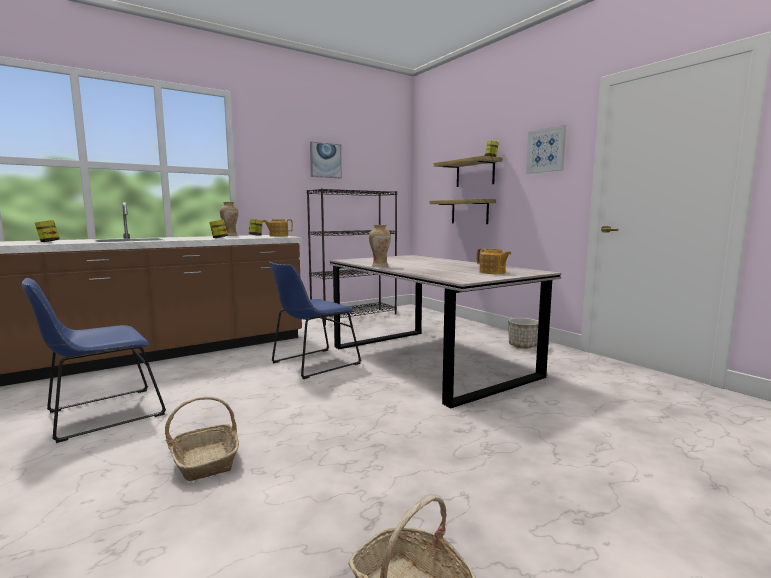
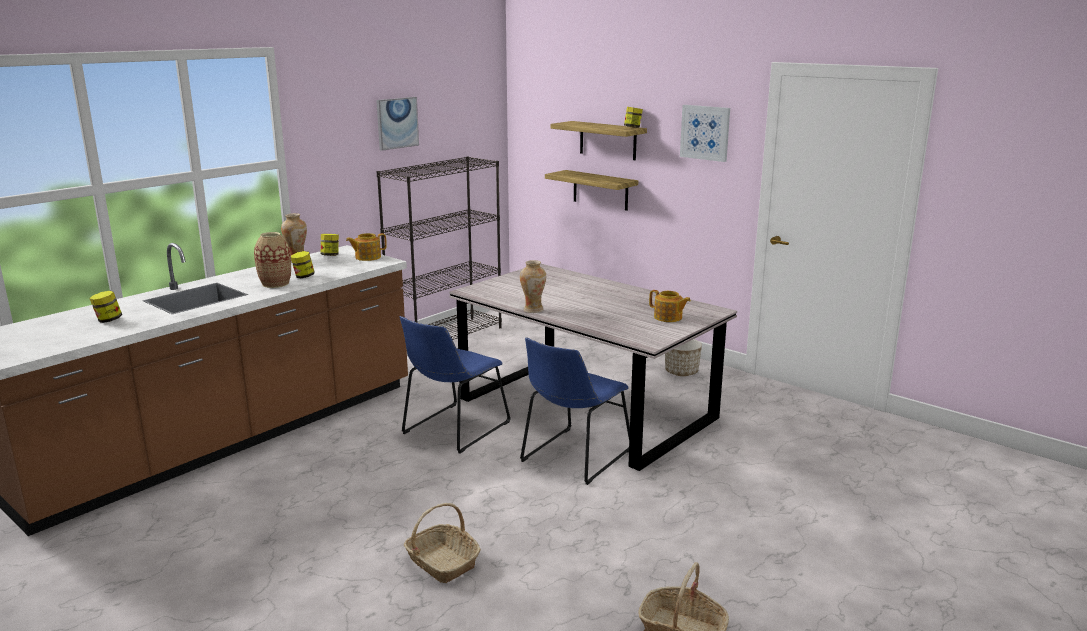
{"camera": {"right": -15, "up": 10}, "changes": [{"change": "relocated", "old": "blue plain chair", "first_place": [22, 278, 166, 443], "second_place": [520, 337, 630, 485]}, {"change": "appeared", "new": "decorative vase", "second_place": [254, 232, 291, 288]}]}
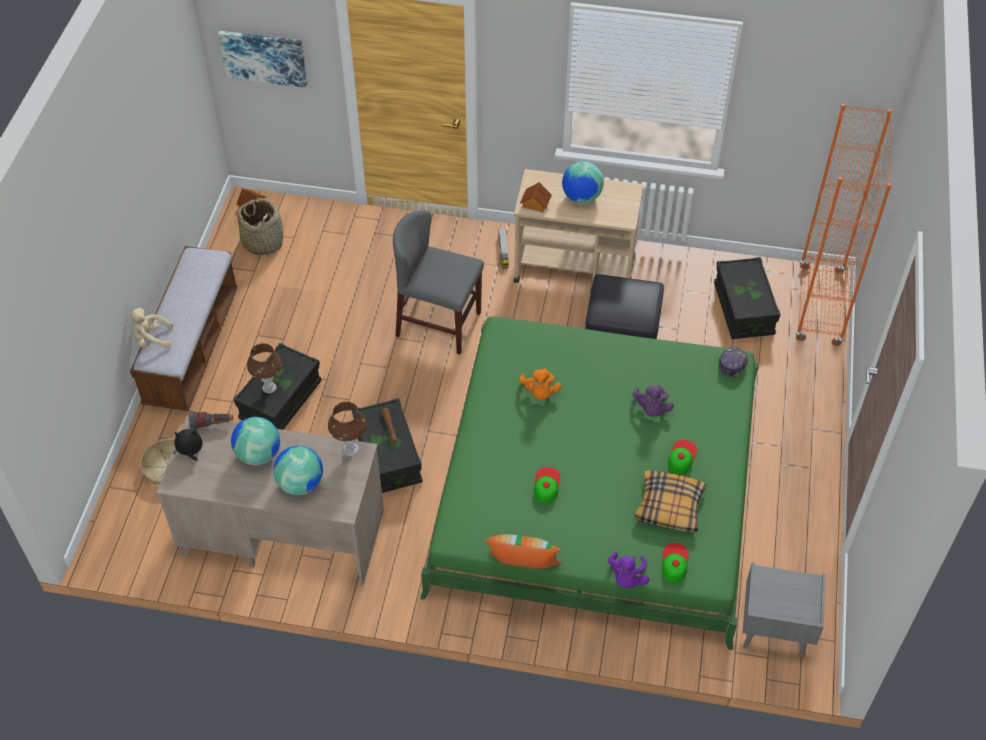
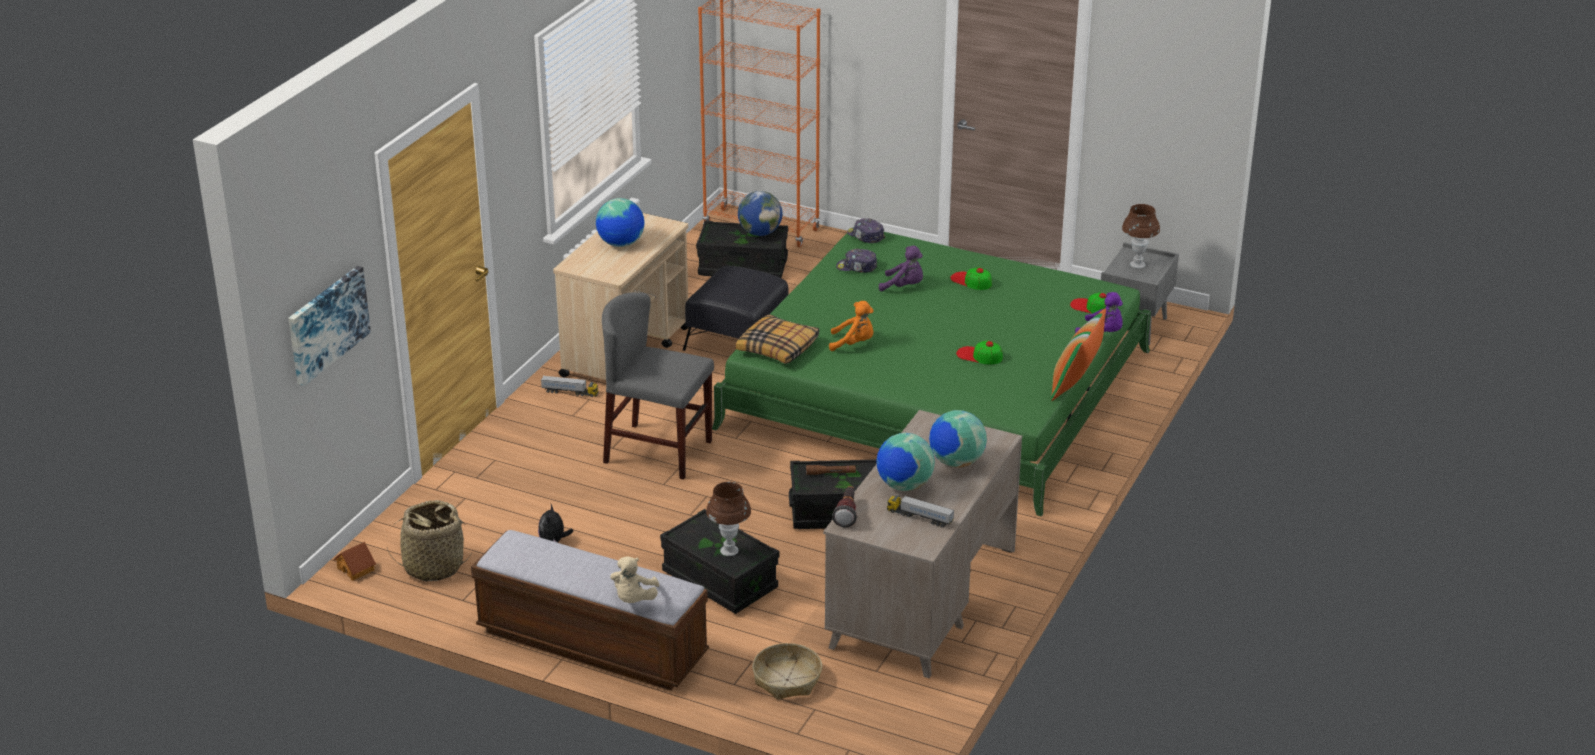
{"camera": {"right": -75, "up": -20}, "changes": [{"change": "relocated", "old": "soft toy", "first_place": [173, 429, 203, 461], "second_place": [538, 504, 574, 543]}, {"change": "relocated", "old": "brown-coloured lamp for a table", "first_place": [328, 402, 367, 456], "second_place": [1122, 204, 1160, 269]}, {"change": "spun", "old": "gray plain chair", "first_place": [393, 210, 484, 354], "second_place": [602, 292, 714, 480], "degrees": 75}, {"change": "missing", "old": "model house", "first_place": [520, 182, 552, 213]}, {"change": "relocated", "old": "cushion", "first_place": [634, 470, 707, 532], "second_place": [736, 314, 819, 364]}, {"change": "appeared", "new": "desk globe", "second_place": [738, 191, 782, 236]}, {"change": "appeared", "new": "baseball cap", "second_place": [836, 248, 877, 273]}, {"change": "appeared", "new": "toy lorry", "second_place": [887, 495, 954, 528]}]}
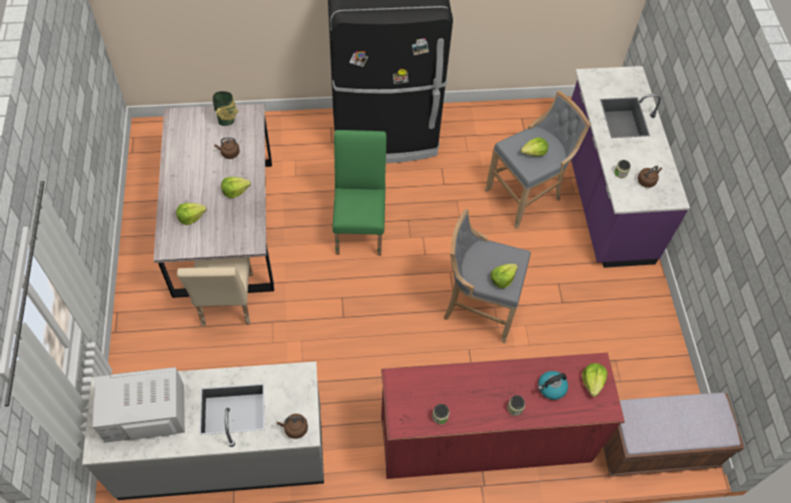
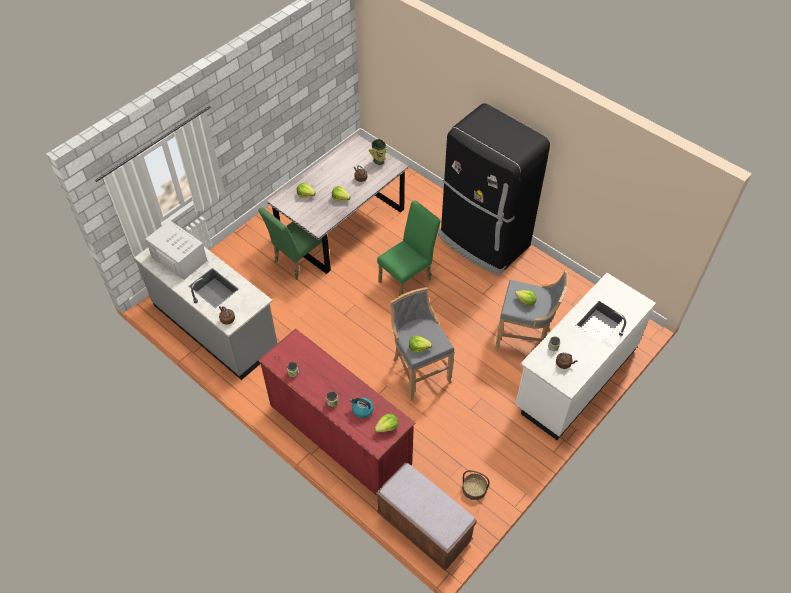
{"camera": {"right": 50, "up": -5}, "changes": [{"change": "colour", "old": "sand-coloured plain chair", "new": "greenish plain chair", "first_place": [177, 257, 253, 326], "second_place": [258, 207, 324, 280]}, {"change": "colour", "old": "purple-coloured counter", "new": "whitish counter", "first_place": [571, 66, 690, 268], "second_place": [515, 273, 656, 440]}, {"change": "appeared", "new": "basket", "second_place": [462, 470, 489, 500]}]}
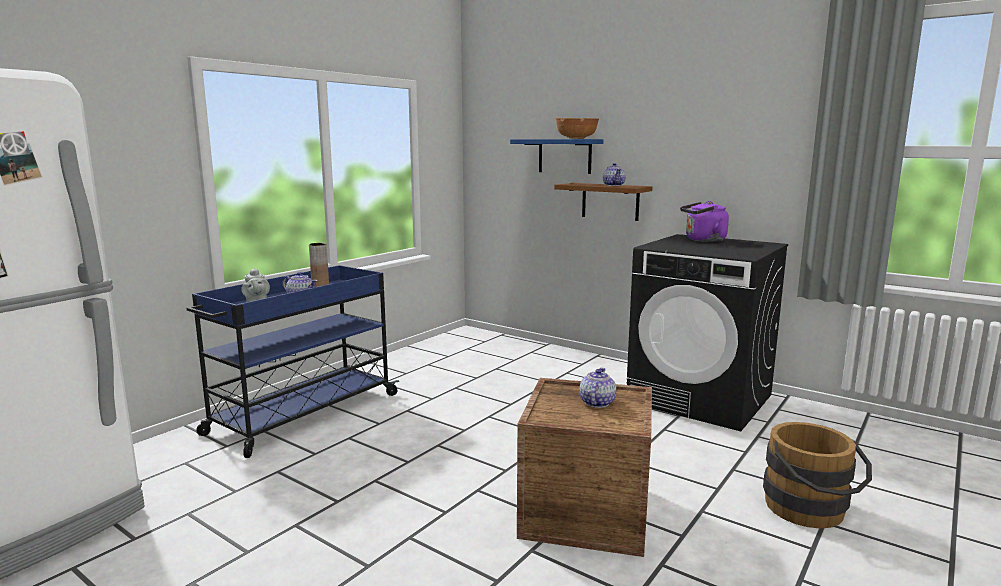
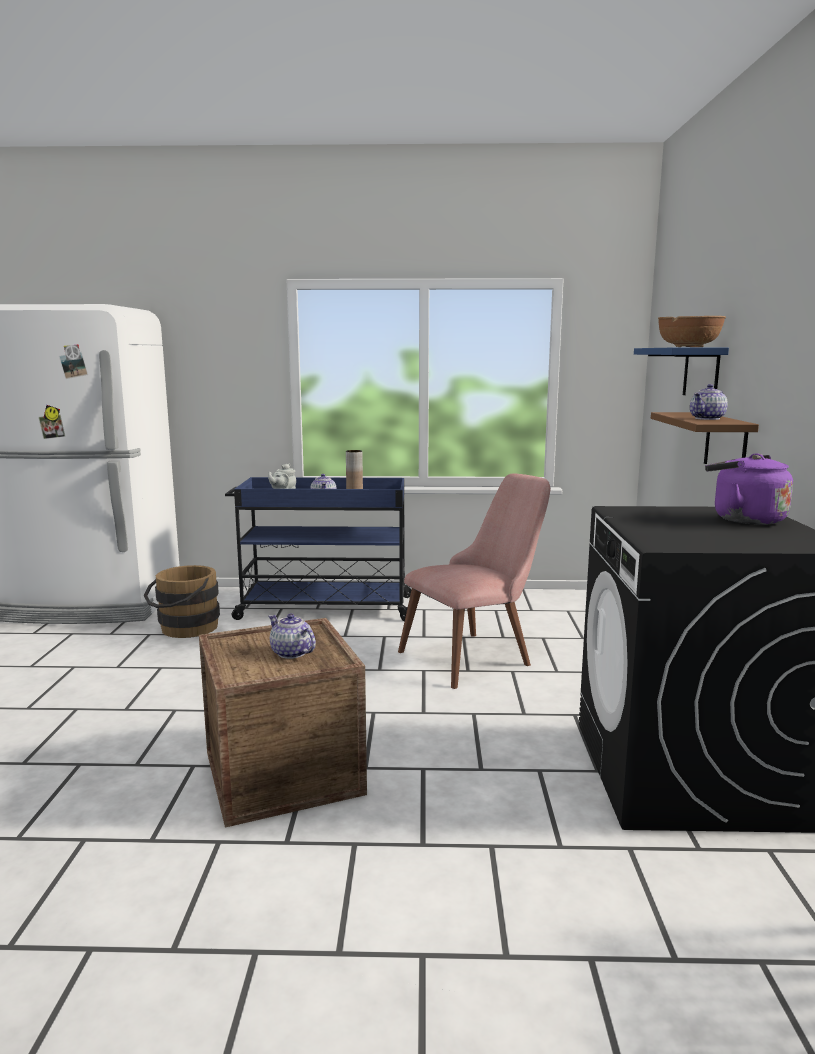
{"camera": {"right": 55, "up": 0}, "changes": [{"change": "spun", "old": "pot for tea", "first_place": [579, 368, 616, 408], "second_place": [269, 613, 316, 659], "degrees": -120}, {"change": "relocated", "old": "brown-coloured pail", "first_place": [763, 422, 872, 528], "second_place": [144, 565, 220, 638]}, {"change": "appeared", "new": "pink-coloured plain chair", "second_place": [398, 473, 550, 689]}]}
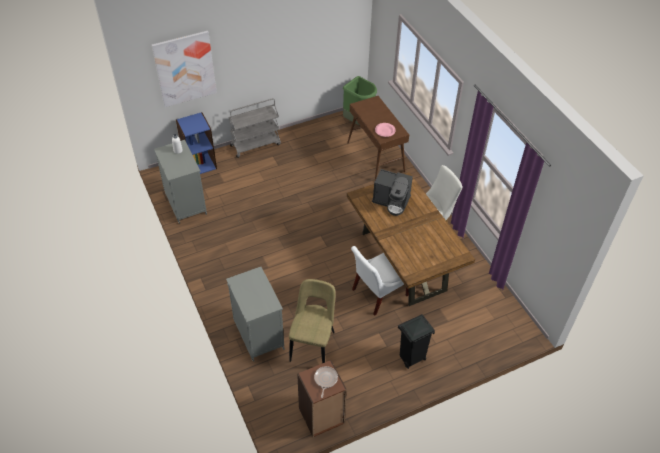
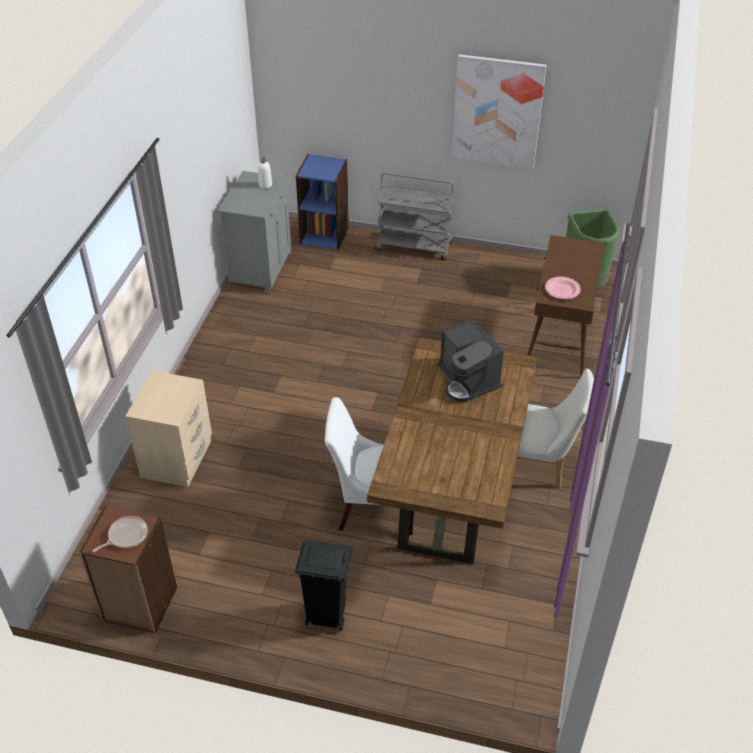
{"camera": {"right": 40, "up": -5}, "changes": [{"change": "relocated", "old": "picture", "first_place": [152, 31, 217, 107], "second_place": [452, 54, 546, 169]}, {"change": "exchanged", "old": "gray storage cabinet", "new": "sand-coloured night table", "first_place": [226, 267, 285, 362], "second_place": [125, 370, 212, 487]}, {"change": "missing", "old": "sand-coloured plain chair", "first_place": [289, 279, 336, 363]}]}
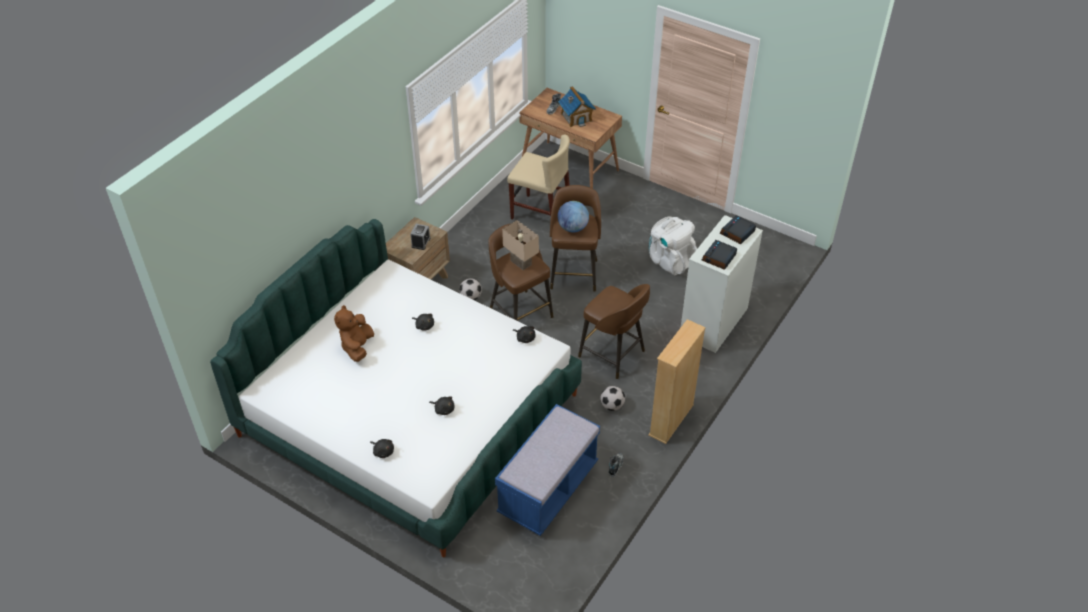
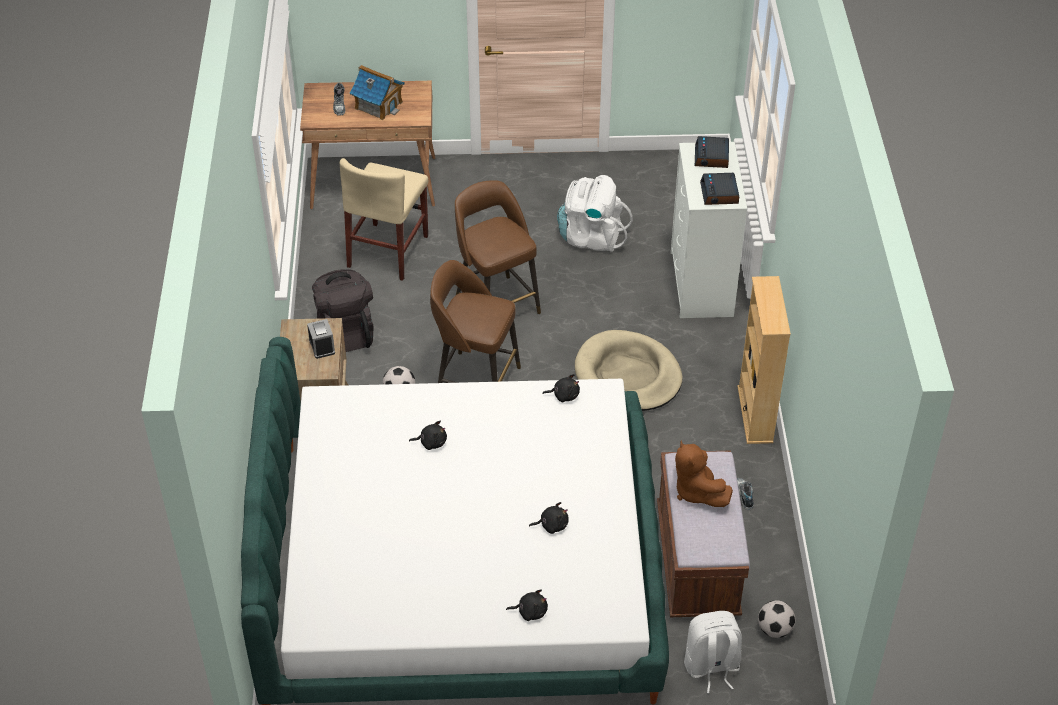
{"camera": {"right": -35, "up": 0}, "changes": [{"change": "relocated", "old": "brown-coloured soft toy", "first_place": [334, 305, 374, 362], "second_place": [675, 441, 733, 507]}, {"change": "colour", "old": "blue bench", "new": "brown-coloured bench", "first_place": [495, 404, 600, 536], "second_place": [657, 450, 750, 617]}, {"change": "missing", "old": "sand-coloured lamp for a table", "first_place": [502, 220, 539, 270]}, {"change": "spun", "old": "sand-coloured plain chair", "first_place": [507, 135, 570, 220], "second_place": [340, 158, 428, 281], "degrees": 120}, {"change": "missing", "old": "desk globe", "first_place": [558, 201, 589, 233]}, {"change": "exchanged", "old": "brown-coloured stool", "new": "sand-coloured dog bed", "first_place": [578, 284, 650, 379], "second_place": [575, 330, 682, 411]}, {"change": "relocated", "old": "football", "first_place": [600, 386, 625, 411], "second_place": [758, 600, 795, 638]}, {"change": "appeared", "new": "black backpack", "second_place": [312, 269, 373, 352]}, {"change": "appeared", "new": "whitish backpack", "second_place": [684, 611, 742, 693]}]}
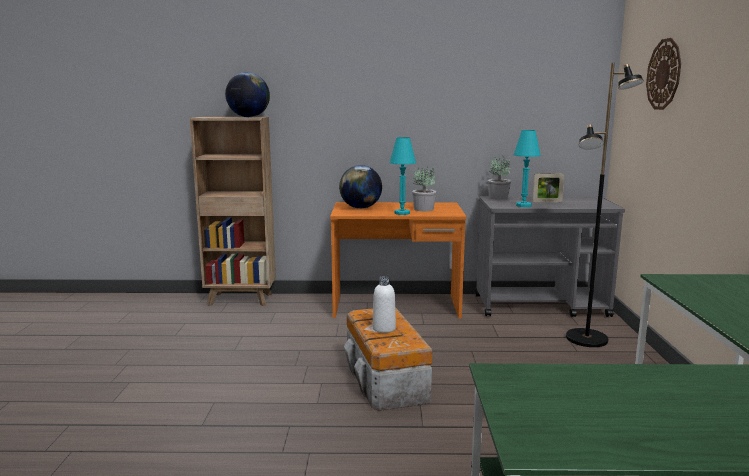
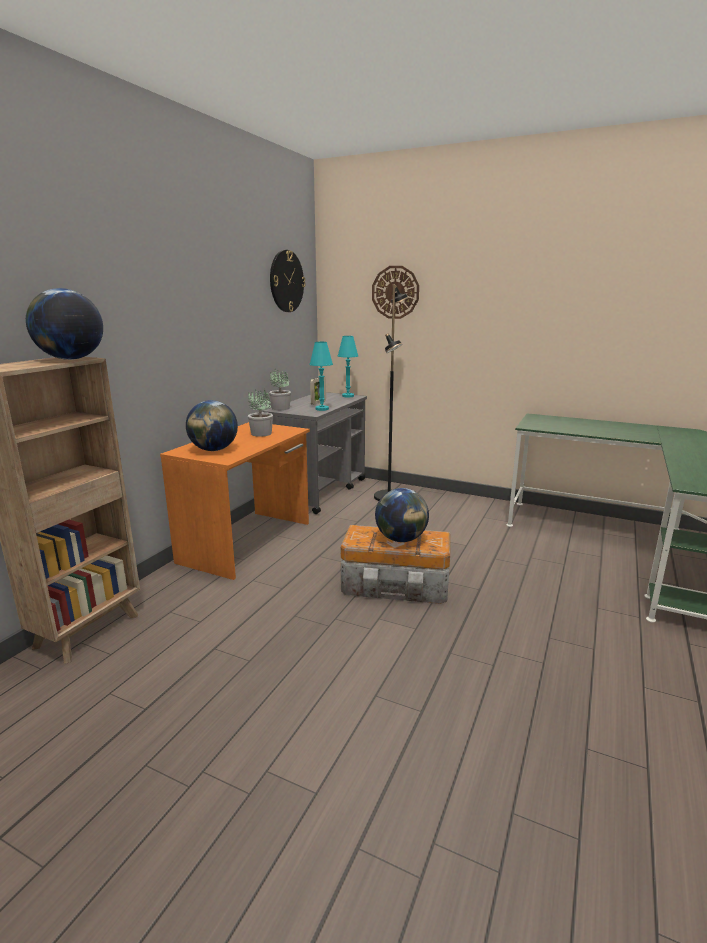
{"camera": {"right": -65, "up": 5}, "changes": [{"change": "exchanged", "old": "whitish beverage bottle", "new": "desk globe", "first_place": [373, 276, 396, 333], "second_place": [375, 488, 429, 542]}, {"change": "relocated", "old": "blue-green lamp for a table", "first_place": [389, 137, 416, 215], "second_place": [338, 336, 358, 397]}, {"change": "appeared", "new": "hanging clock", "second_place": [270, 250, 306, 312]}]}
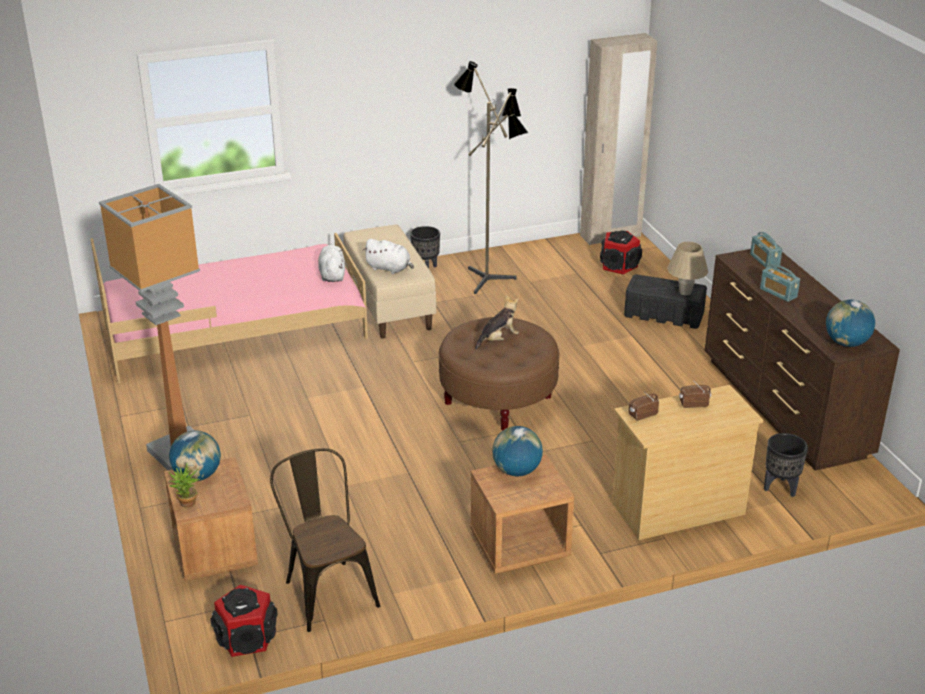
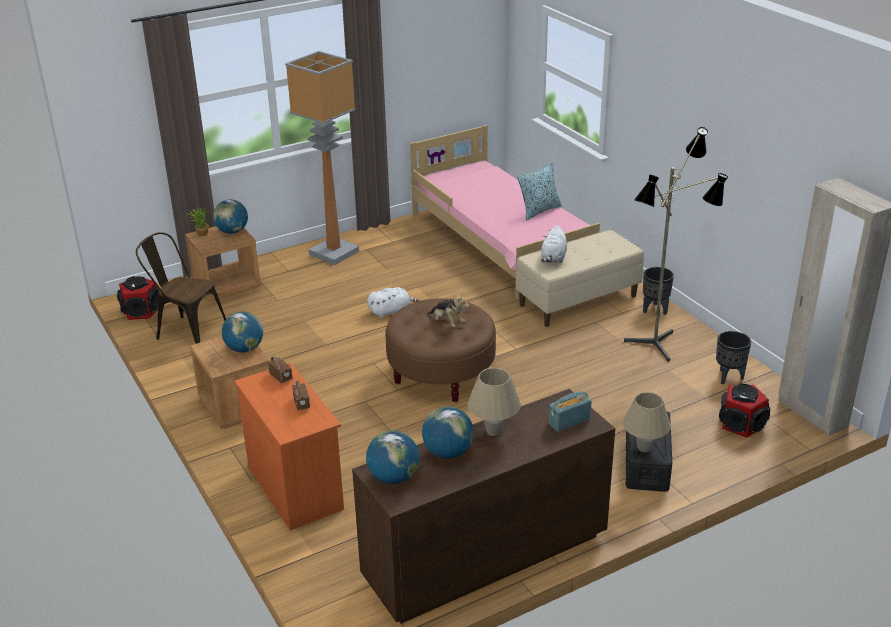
{"camera": {"right": 80, "up": 0}, "changes": [{"change": "spun", "old": "brown-coloured plain chair", "first_place": [270, 448, 380, 632], "second_place": [136, 232, 226, 344], "degrees": -120}, {"change": "relocated", "old": "whitish soft toy", "first_place": [318, 245, 345, 282], "second_place": [367, 287, 420, 318]}, {"change": "colour", "old": "sand-coloured drawer chest", "new": "orange drawer chest", "first_place": [612, 385, 764, 540], "second_place": [234, 363, 344, 530]}, {"change": "exchanged", "old": "radio receiver", "new": "sand-coloured lamp for a table", "first_place": [760, 264, 800, 302], "second_place": [467, 368, 521, 436]}, {"change": "relocated", "old": "black flower pot", "first_place": [764, 433, 808, 497], "second_place": [716, 331, 751, 385]}, {"change": "appeared", "new": "desk globe", "second_place": [422, 407, 474, 459]}, {"change": "appeared", "new": "cushion", "second_place": [517, 162, 562, 220]}]}
